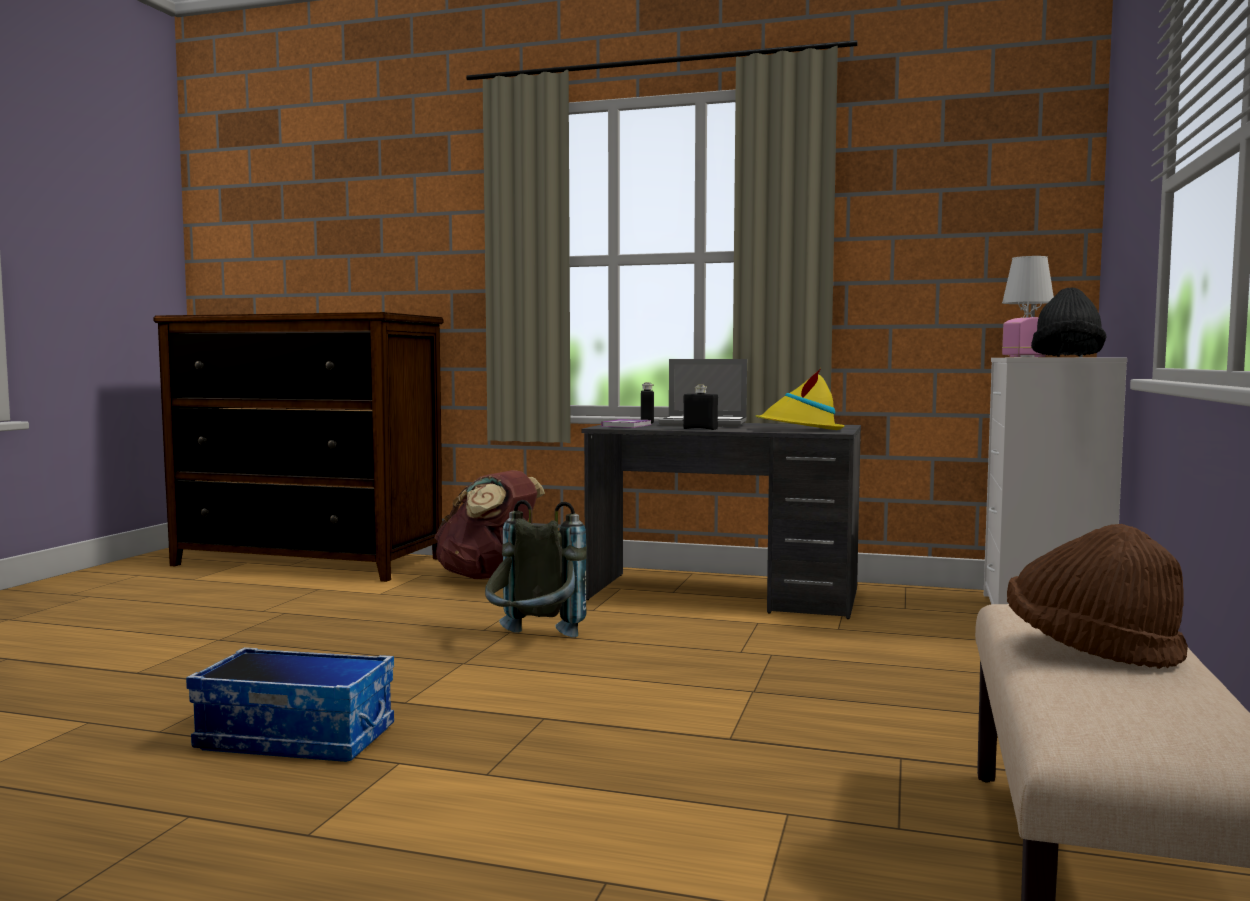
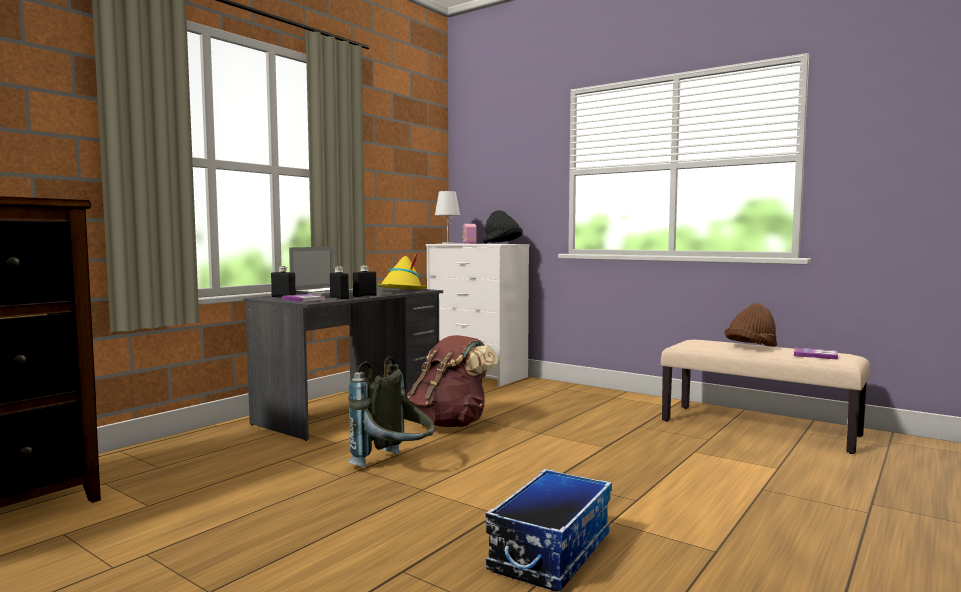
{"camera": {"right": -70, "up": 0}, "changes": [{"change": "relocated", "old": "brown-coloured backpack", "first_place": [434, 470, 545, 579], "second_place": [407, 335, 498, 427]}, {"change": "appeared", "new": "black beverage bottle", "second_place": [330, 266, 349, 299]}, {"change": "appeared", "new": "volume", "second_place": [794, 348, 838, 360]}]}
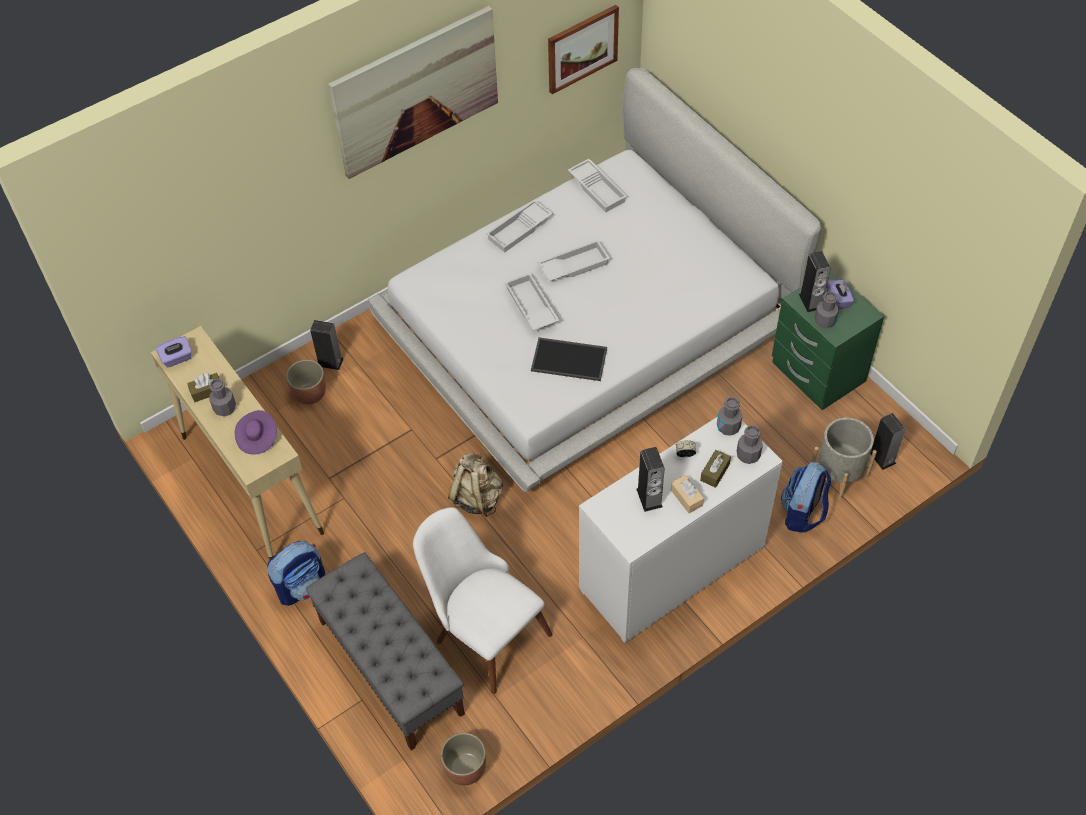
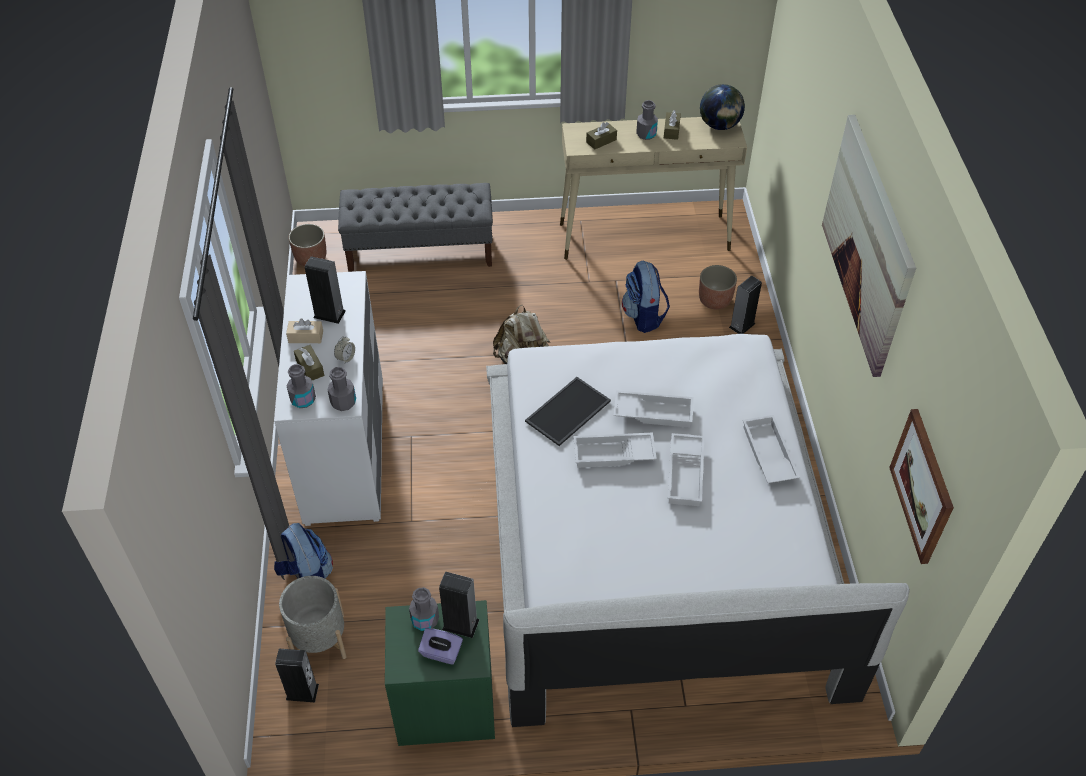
{"camera": {"right": 120, "up": -5}, "changes": [{"change": "exchanged", "old": "purple-coloured tissue holder", "new": "desk globe", "first_place": [156, 336, 192, 367], "second_place": [700, 84, 745, 130]}, {"change": "exchanged", "old": "purple-coloured clothing hat", "new": "brown-coloured tissue holder", "first_place": [235, 410, 277, 455], "second_place": [586, 122, 617, 150]}, {"change": "relocated", "old": "backpack", "first_place": [267, 541, 325, 606], "second_place": [622, 260, 670, 333]}, {"change": "missing", "old": "whitish plain chair", "first_place": [413, 507, 552, 694]}, {"change": "relocated", "old": "whitish tray", "first_place": [568, 159, 627, 212], "second_place": [573, 432, 657, 468]}]}
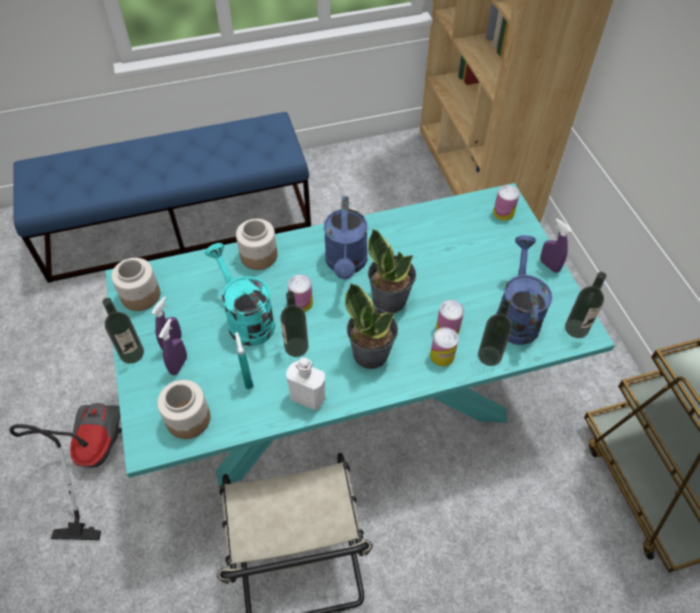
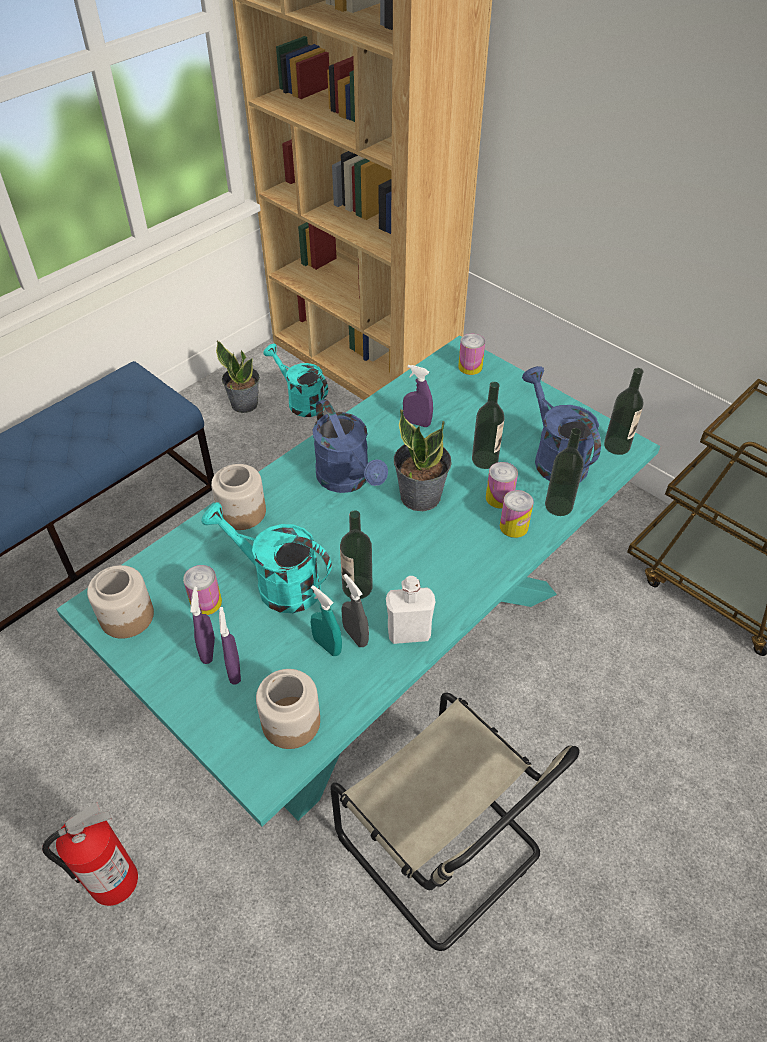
{"camera": {"right": -30, "up": -5}, "changes": [{"change": "exchanged", "old": "vacuum cleaner", "new": "extinguisher", "first_place": [9, 403, 122, 541], "second_place": [42, 802, 138, 906]}, {"change": "relocated", "old": "beverage bottle", "first_place": [102, 298, 144, 364], "second_place": [472, 382, 505, 469]}, {"change": "relocated", "old": "sealed can", "first_place": [288, 275, 313, 312], "second_place": [183, 565, 222, 615]}, {"change": "relocated", "old": "plant in a pot", "first_place": [345, 283, 398, 369], "second_place": [216, 341, 260, 413]}, {"change": "relocated", "old": "purple-coloured hand sprayer", "first_place": [540, 218, 572, 273], "second_place": [403, 365, 433, 427]}, {"change": "appeared", "new": "blue-green sprinkling can", "second_place": [263, 344, 328, 417]}, {"change": "appeared", "new": "gray hand sprayer", "second_place": [341, 574, 369, 647]}]}
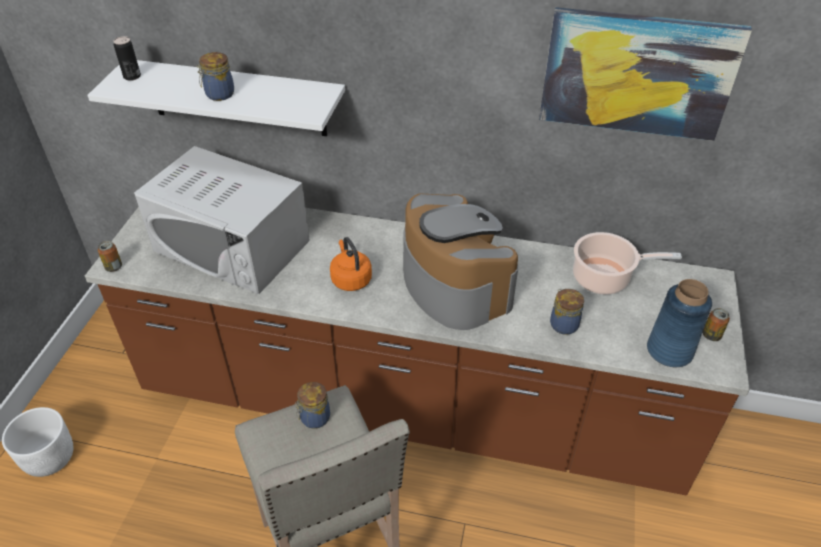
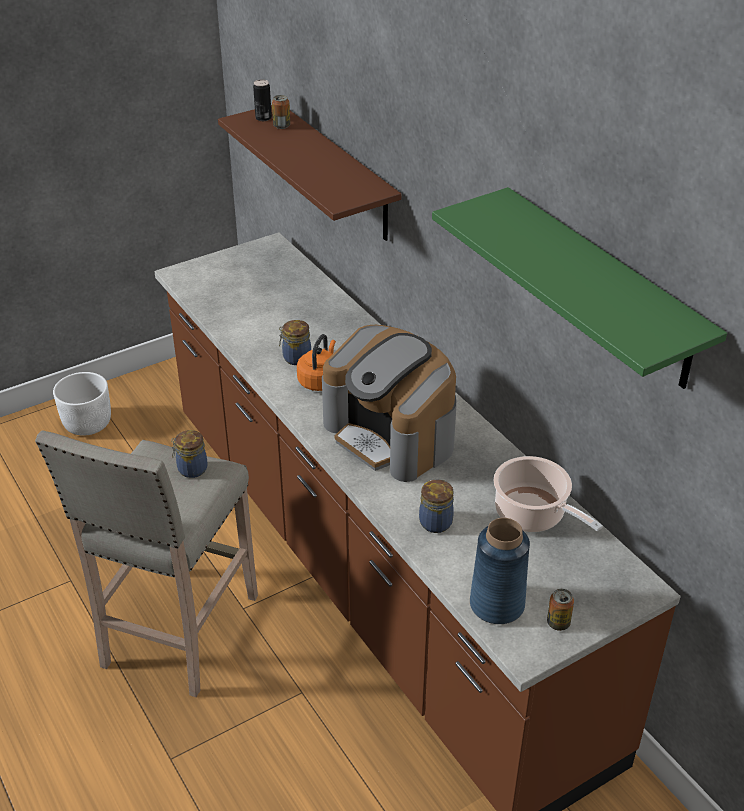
{"camera": {"right": 45, "up": -5}, "changes": [{"change": "colour", "old": "whitish bracket shelf", "new": "brown-coloured bracket shelf", "first_place": [87, 60, 345, 136], "second_place": [218, 105, 401, 241]}, {"change": "relocated", "old": "sealed can", "first_place": [98, 241, 122, 272], "second_place": [272, 95, 290, 129]}, {"change": "missing", "old": "whitish kitchen microwave", "first_place": [134, 146, 310, 294]}, {"change": "relocated", "old": "preserve jar", "first_place": [196, 52, 234, 101], "second_place": [279, 320, 311, 365]}, {"change": "spun", "old": "coffee machine", "first_place": [403, 193, 518, 330], "second_place": [322, 325, 457, 482], "degrees": 120}, {"change": "exchanged", "old": "picture", "new": "greenish bracket shelf", "first_place": [539, 7, 752, 141], "second_place": [432, 187, 727, 389]}]}
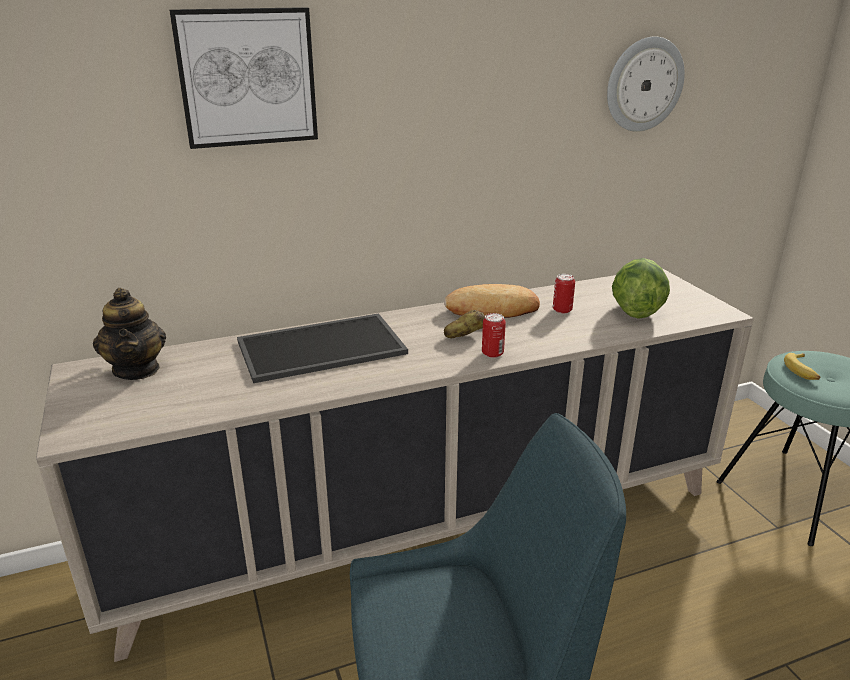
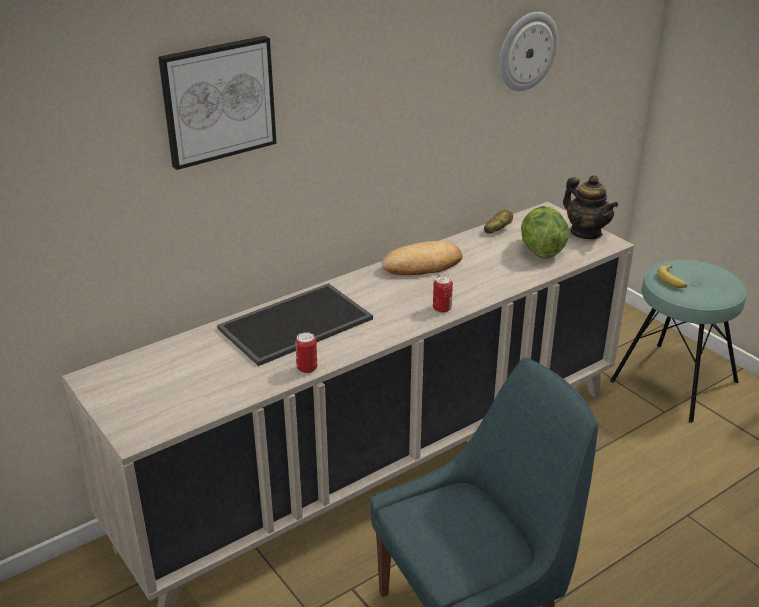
{"camera": {"right": -15, "up": 5}, "changes": [{"change": "relocated", "old": "pot for tea", "first_place": [93, 288, 166, 380], "second_place": [563, 175, 618, 239]}, {"change": "relocated", "old": "potato", "first_place": [444, 310, 485, 338], "second_place": [484, 210, 513, 234]}, {"change": "relocated", "old": "sealed can", "first_place": [553, 274, 575, 314], "second_place": [295, 332, 317, 373]}]}
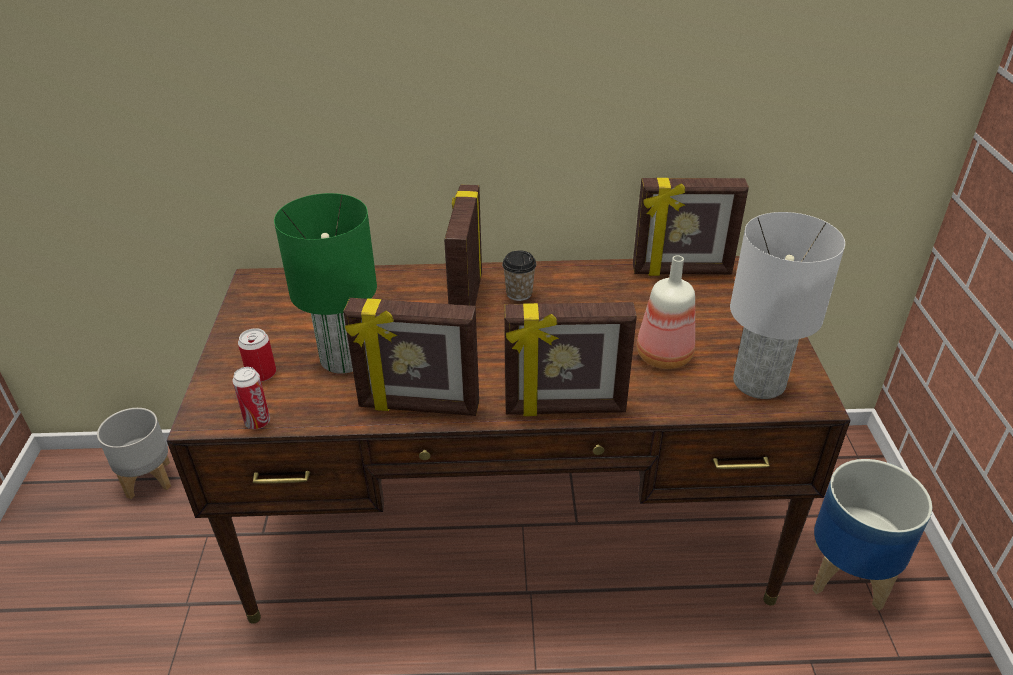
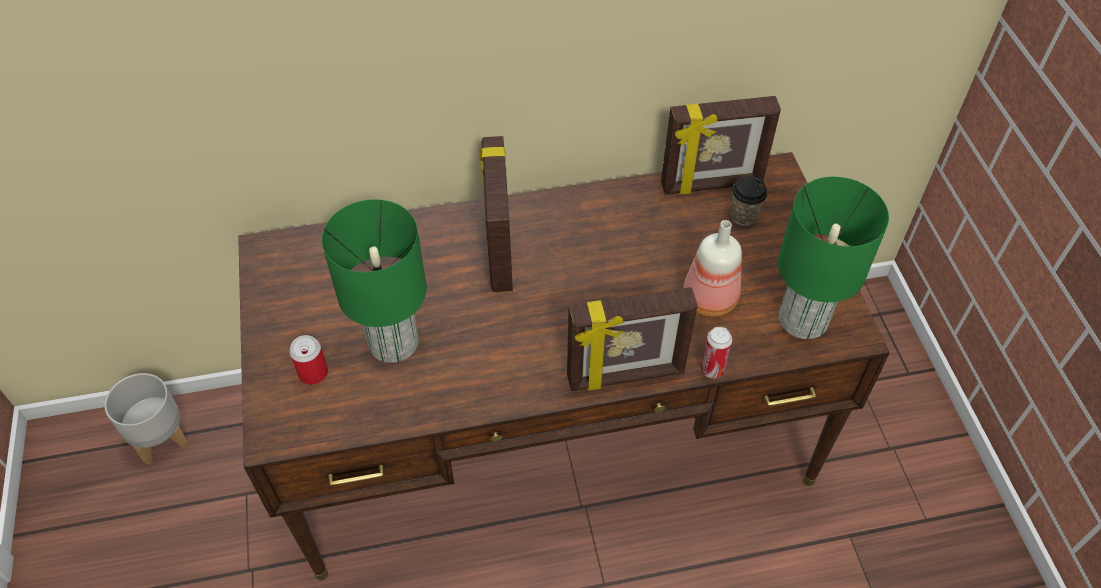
{"camera": {"right": -10, "up": 15}, "changes": [{"change": "relocated", "old": "sealed can", "first_place": [232, 367, 270, 429], "second_place": [701, 327, 733, 378]}, {"change": "missing", "old": "photo frame", "first_place": [343, 298, 479, 416]}, {"change": "relocated", "old": "drinking cup", "first_place": [502, 250, 536, 301], "second_place": [731, 176, 767, 226]}, {"change": "colour", "old": "whitish lamp for a table", "new": "greenish lamp for a table", "first_place": [730, 212, 845, 399], "second_place": [778, 177, 889, 339]}, {"change": "missing", "old": "flower pot", "first_place": [812, 459, 932, 611]}]}
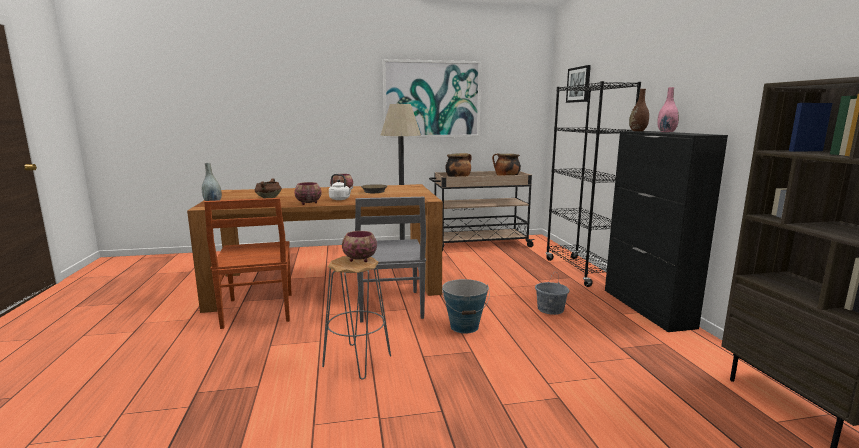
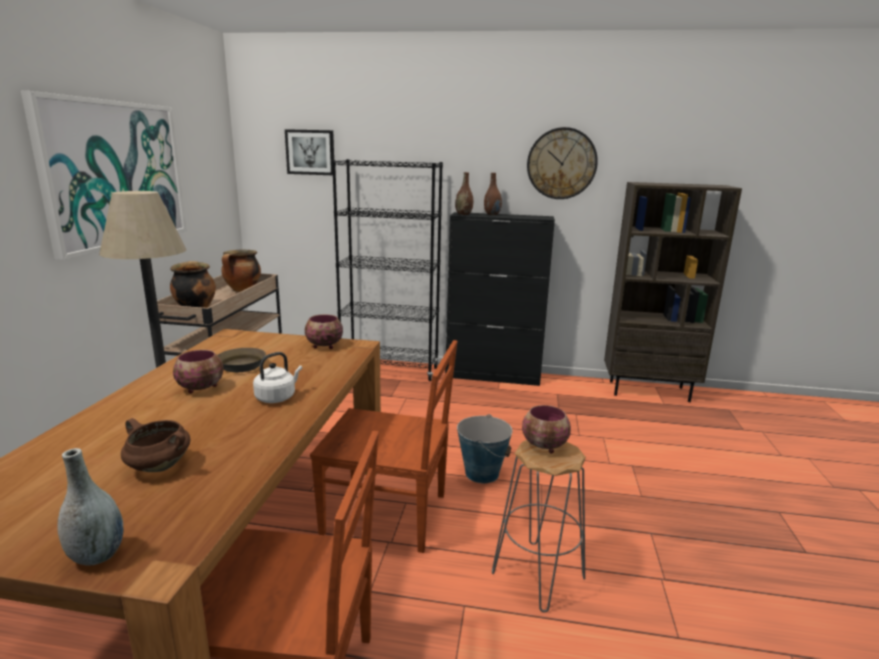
{"camera": {"right": -70, "up": 5}, "changes": [{"change": "relocated", "old": "serving bowl", "first_place": [295, 182, 321, 205], "second_place": [305, 314, 343, 349]}, {"change": "colour", "old": "gray plain chair", "new": "brown-coloured plain chair", "first_place": [355, 197, 426, 322], "second_place": [310, 340, 458, 553]}, {"change": "missing", "old": "gray pail", "first_place": [535, 271, 569, 315]}, {"change": "colour", "old": "pink-coloured decorative vase", "new": "brown-coloured decorative vase", "first_place": [657, 87, 679, 132], "second_place": [484, 173, 502, 215]}, {"change": "appeared", "new": "hanging clock", "second_place": [527, 127, 598, 199]}]}
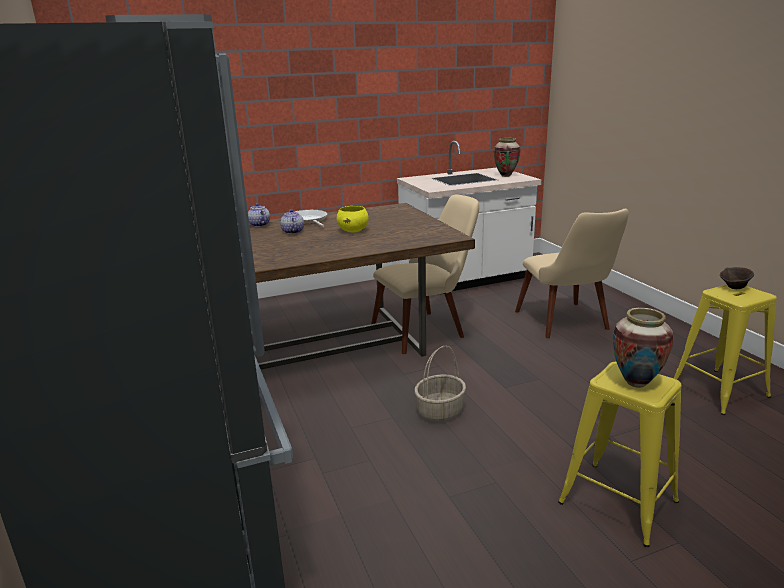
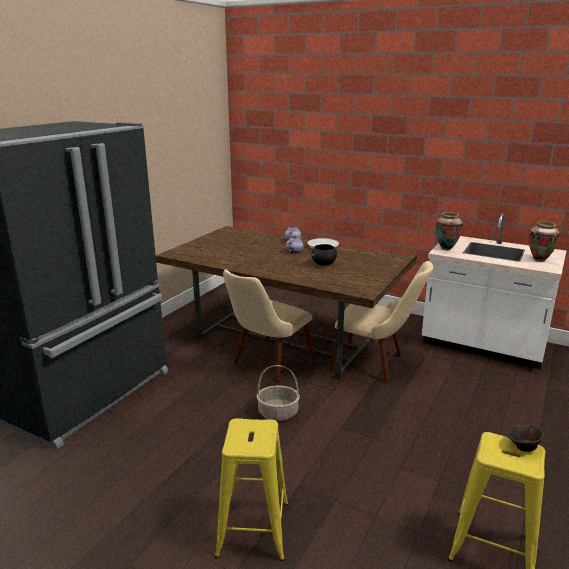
{"camera": {"right": 50, "up": 0}, "changes": [{"change": "colour", "old": "yellow serving bowl", "new": "black serving bowl", "first_place": [337, 206, 369, 233], "second_place": [311, 244, 337, 266]}, {"change": "relocated", "old": "sand-coloured plain chair", "first_place": [515, 209, 629, 338], "second_place": [223, 269, 315, 383]}, {"change": "relocated", "old": "decorative vase", "first_place": [613, 308, 673, 388], "second_place": [436, 212, 463, 250]}]}
